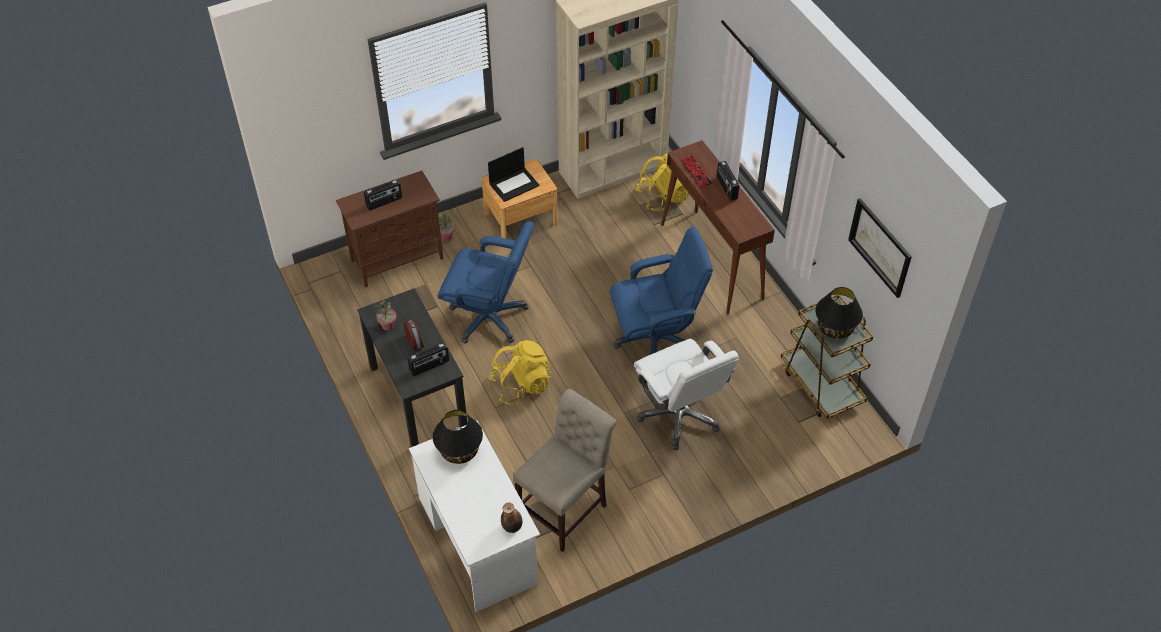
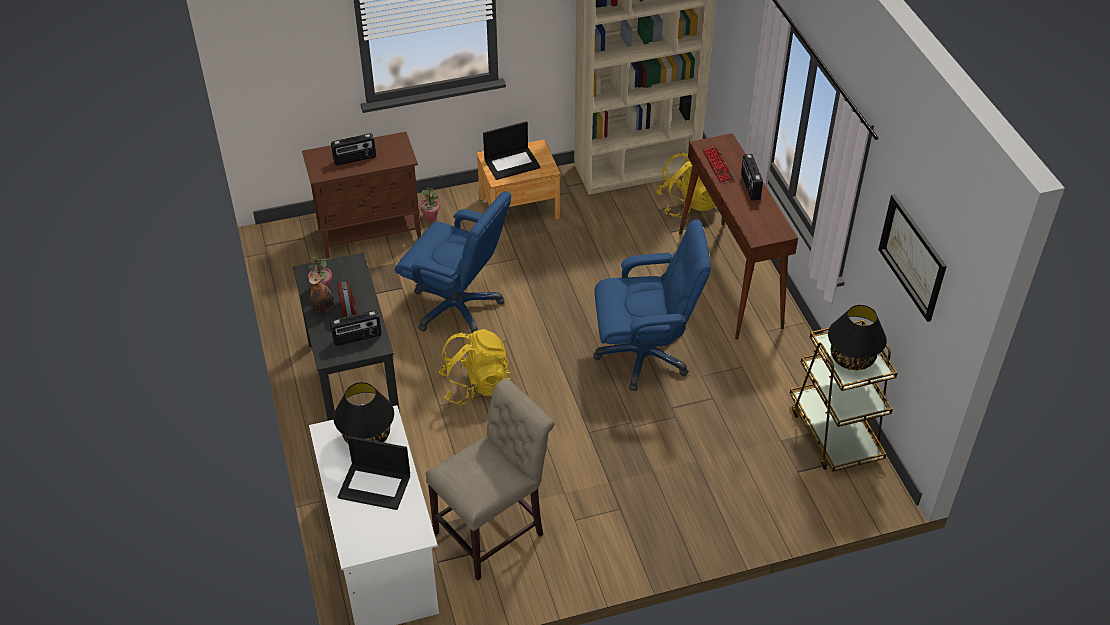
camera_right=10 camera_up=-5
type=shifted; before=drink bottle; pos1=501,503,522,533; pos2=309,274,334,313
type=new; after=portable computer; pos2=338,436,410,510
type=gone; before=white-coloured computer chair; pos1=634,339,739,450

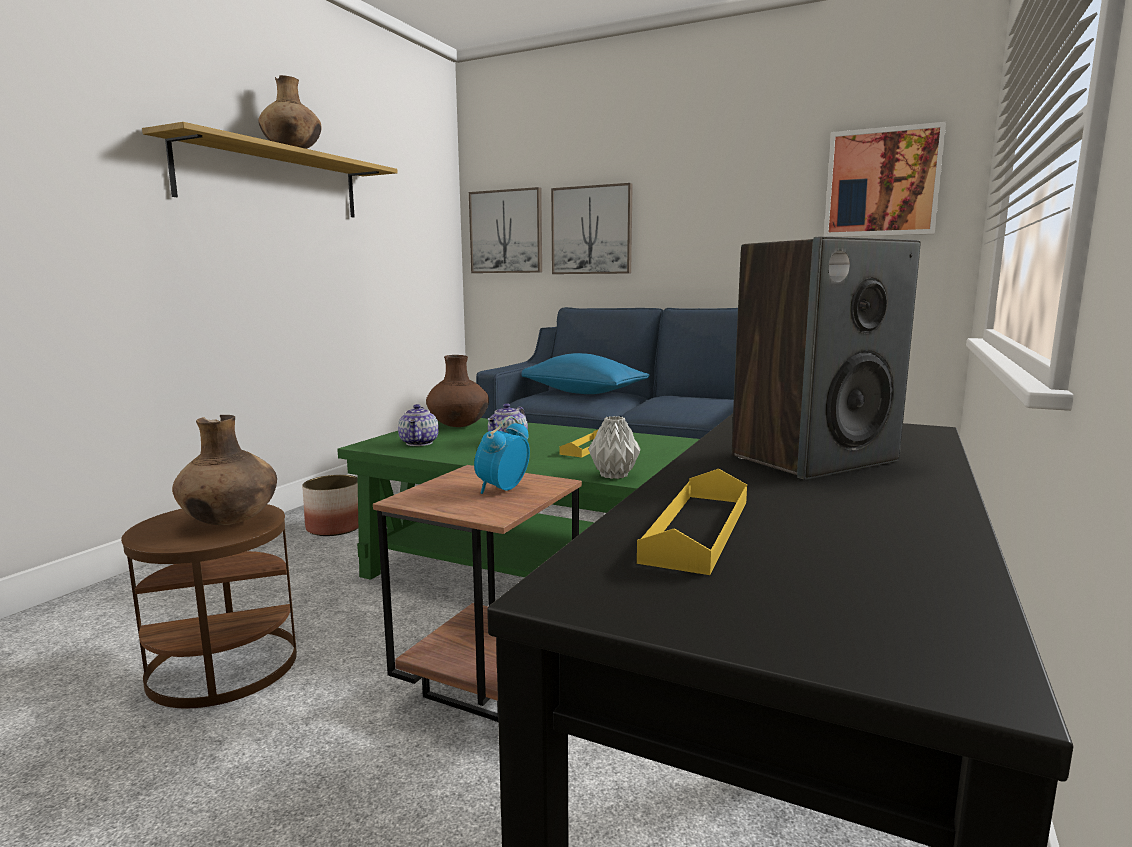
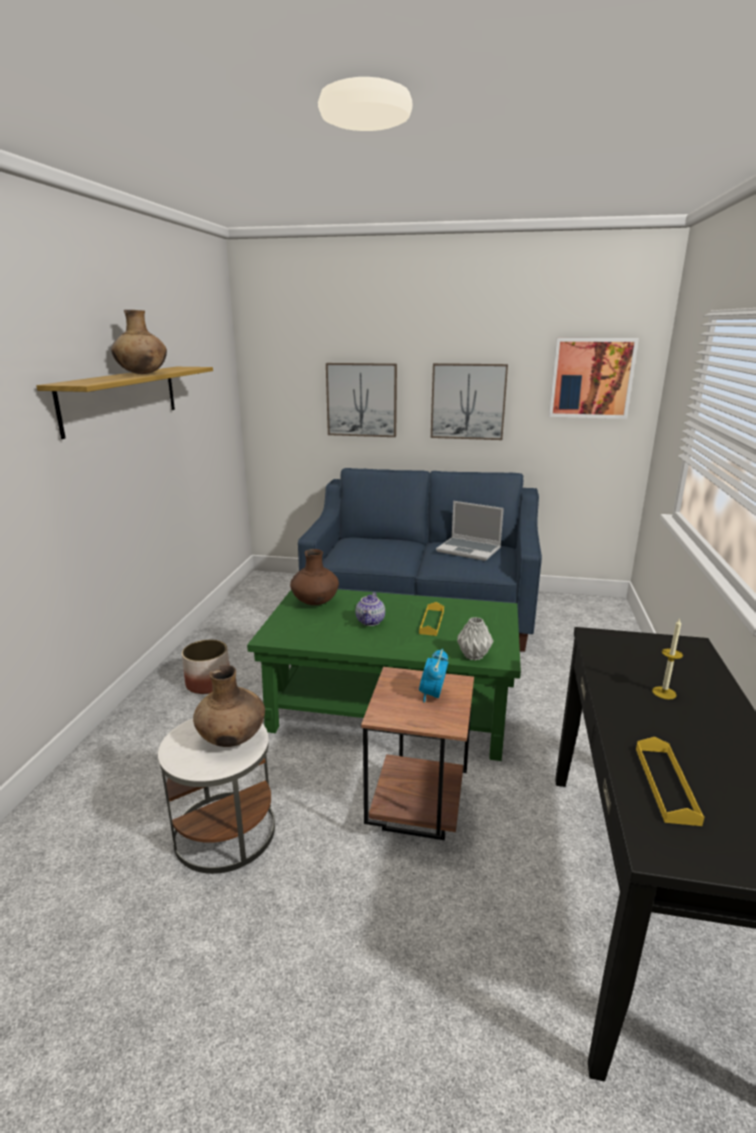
camera_right=-15 camera_up=10
type=repainted; before=brown side table; after=white-coloured side table; pos1=121,504,297,708; pos2=158,718,275,874
type=shifted; before=wall art; pos1=469,187,542,273; pos2=431,363,508,440
type=new; after=portable computer; pos2=436,501,504,561
type=swapped; before=speaker; after=wax light; pos1=731,236,920,480; pos2=652,618,683,700
type=gone; before=teapot; pos1=398,404,439,446
type=gone; before=bluish pillow; pos1=522,353,650,394

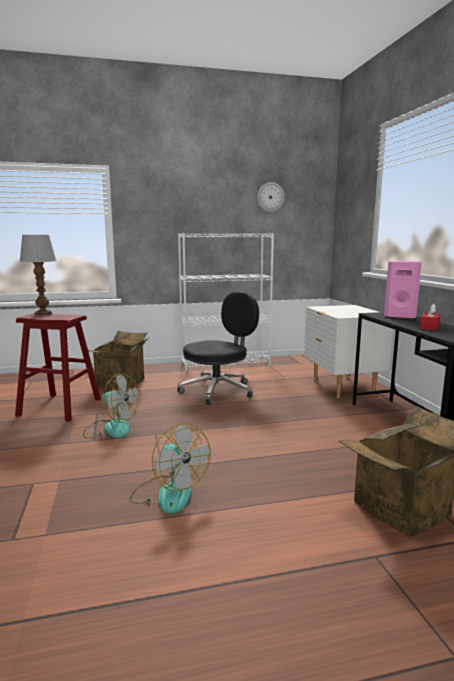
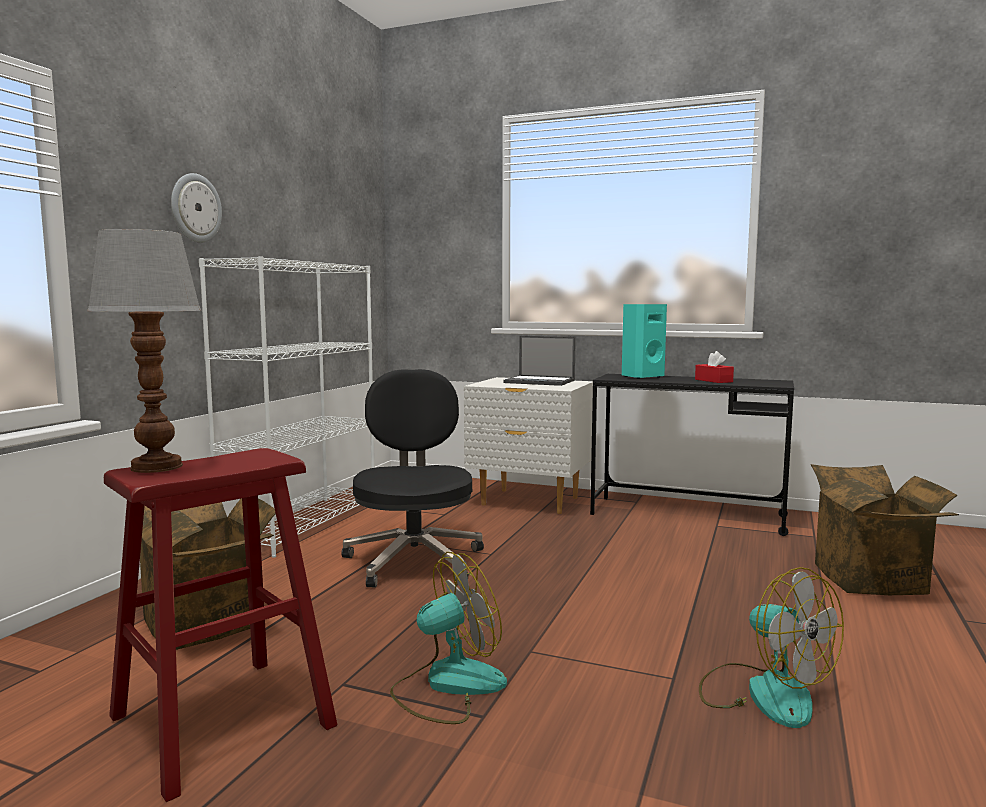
camera_right=-55 camera_up=-5
type=shifted; before=clock on the wall; pos1=257,182,285,212; pos2=171,173,222,243
type=new; after=portable computer; pos2=504,336,576,386
type=repainted; before=pinkish speaker; after=turquoise-coloured speaker; pos1=384,261,422,319; pos2=622,304,667,379
type=rotated; before=cooling fan; pos1=129,423,211,514; pos2=699,567,844,728; turn=60

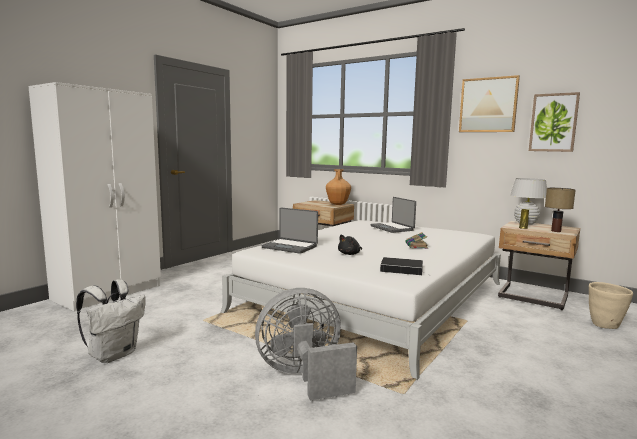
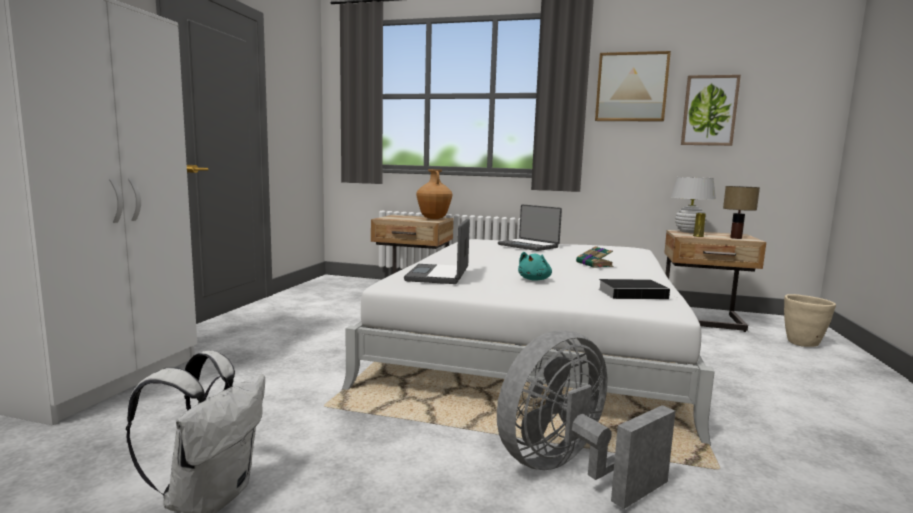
camera_right=-20 camera_up=0
type=rotated; before=portable computer; pos1=261,208,318,254; pos2=404,219,470,284; turn=90
type=repainted; before=black-coloured plush toy; after=turquoise-coloured plush toy; pos1=338,235,362,255; pos2=518,252,552,281

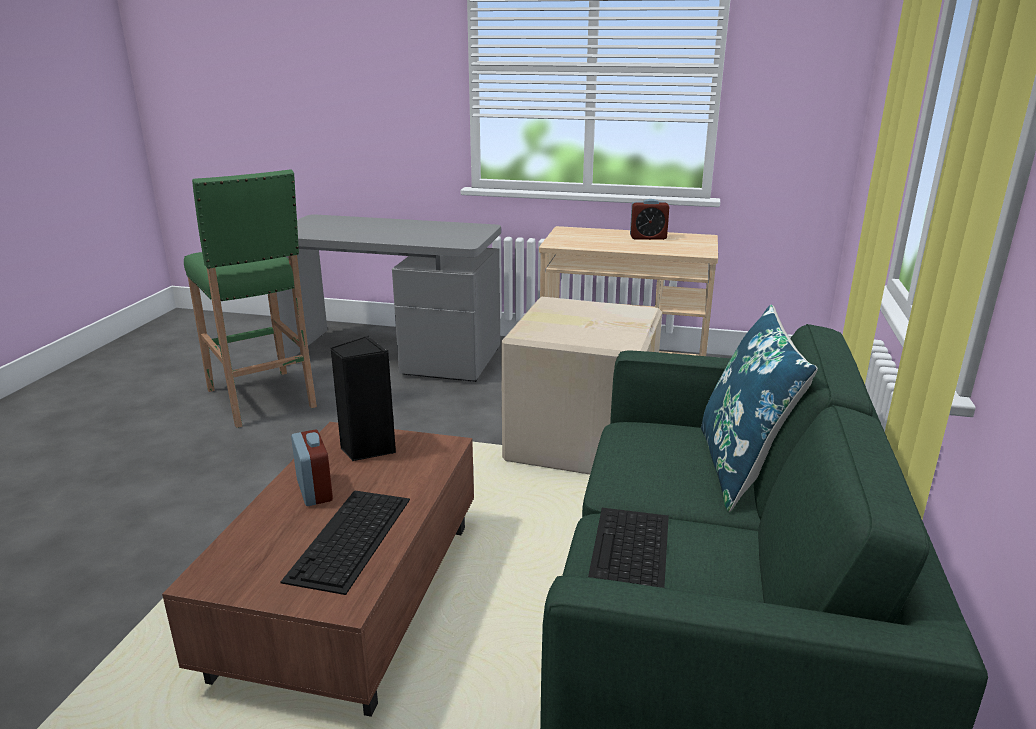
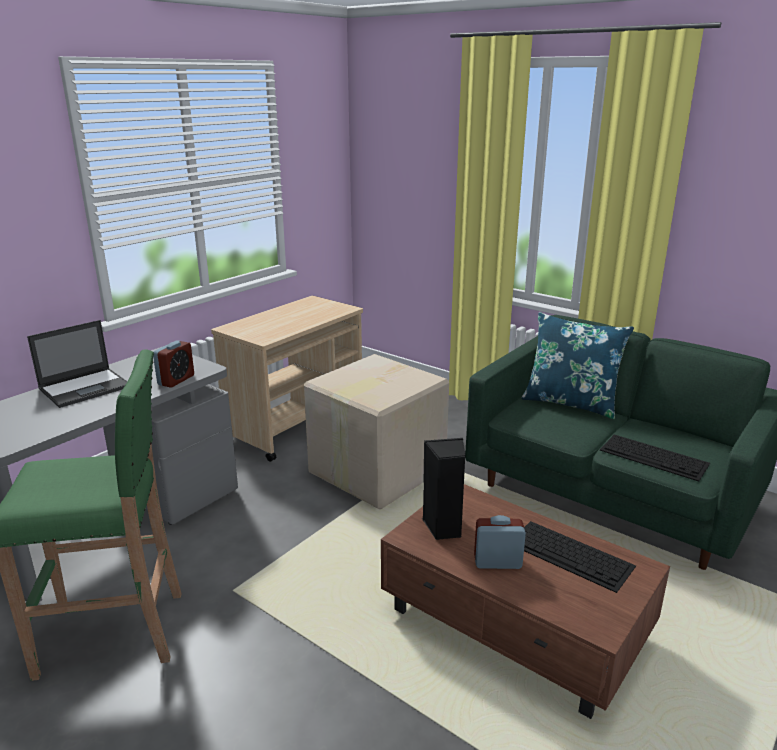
camera_right=-65 camera_up=0
type=new; after=portable computer; pos2=27,320,127,408
type=shifted; before=table clock; pos1=630,199,669,240; pos2=153,340,194,387

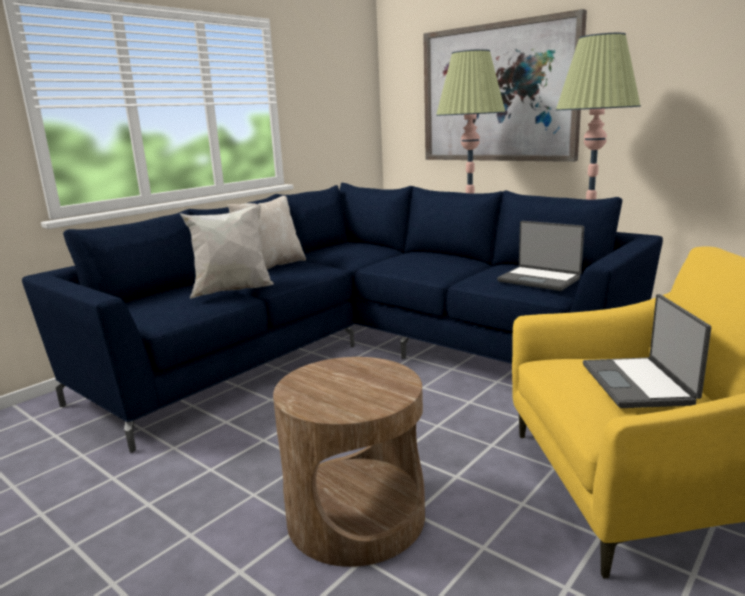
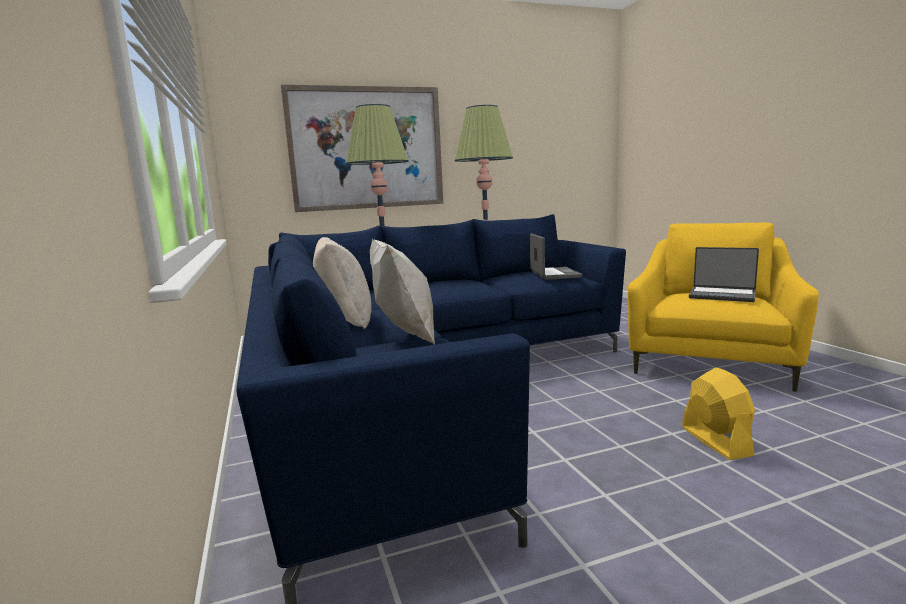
camera_right=-60 camera_up=-5
type=rotated; before=portable computer; pos1=497,221,584,291; pos2=530,233,582,280; turn=-75
type=swapped; before=brown side table; after=yellow-coloured cooling fan; pos1=273,357,425,567; pos2=682,367,755,460

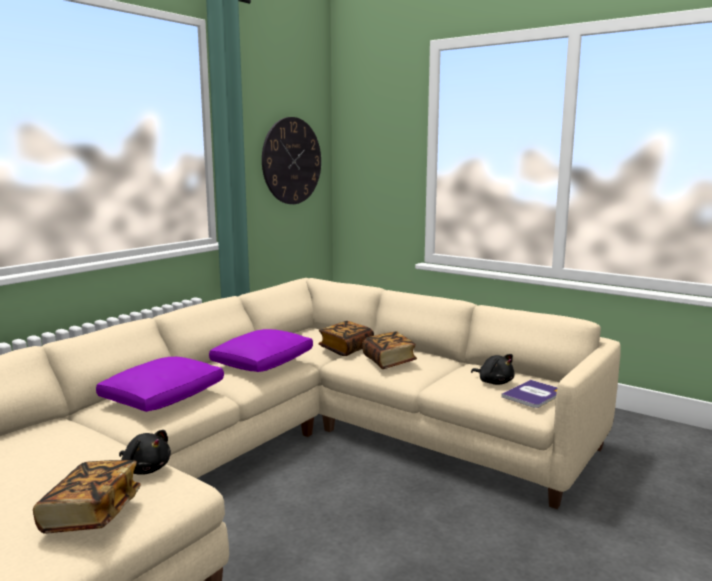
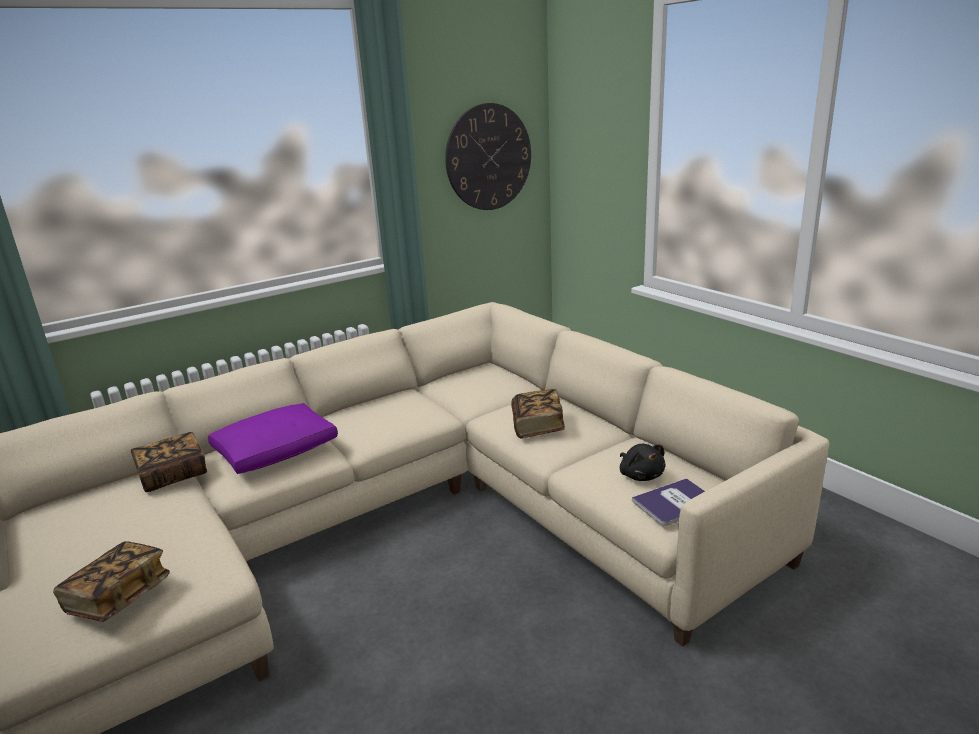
camera_right=20 camera_up=10
type=shifted; before=book; pos1=318,321,374,356; pos2=131,432,207,492
type=gone; before=black-coloured plush toy; pos1=119,430,171,475
type=gone; before=purple-coloured pillow; pos1=209,329,313,372

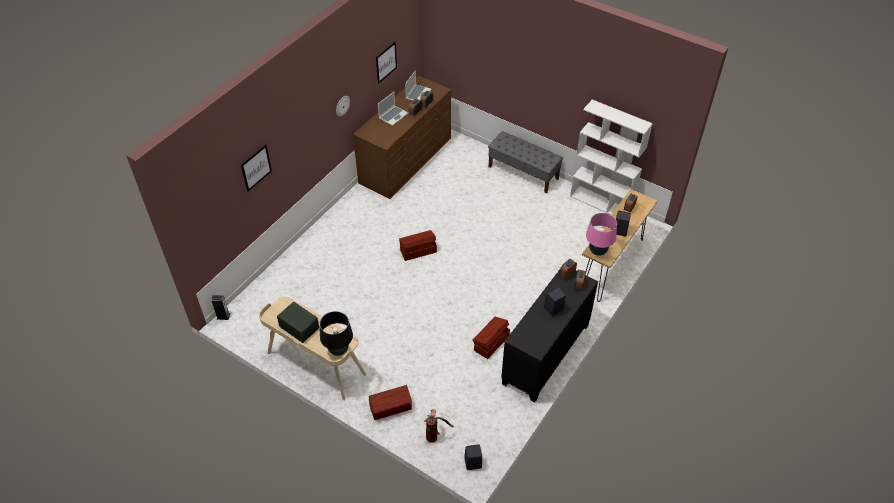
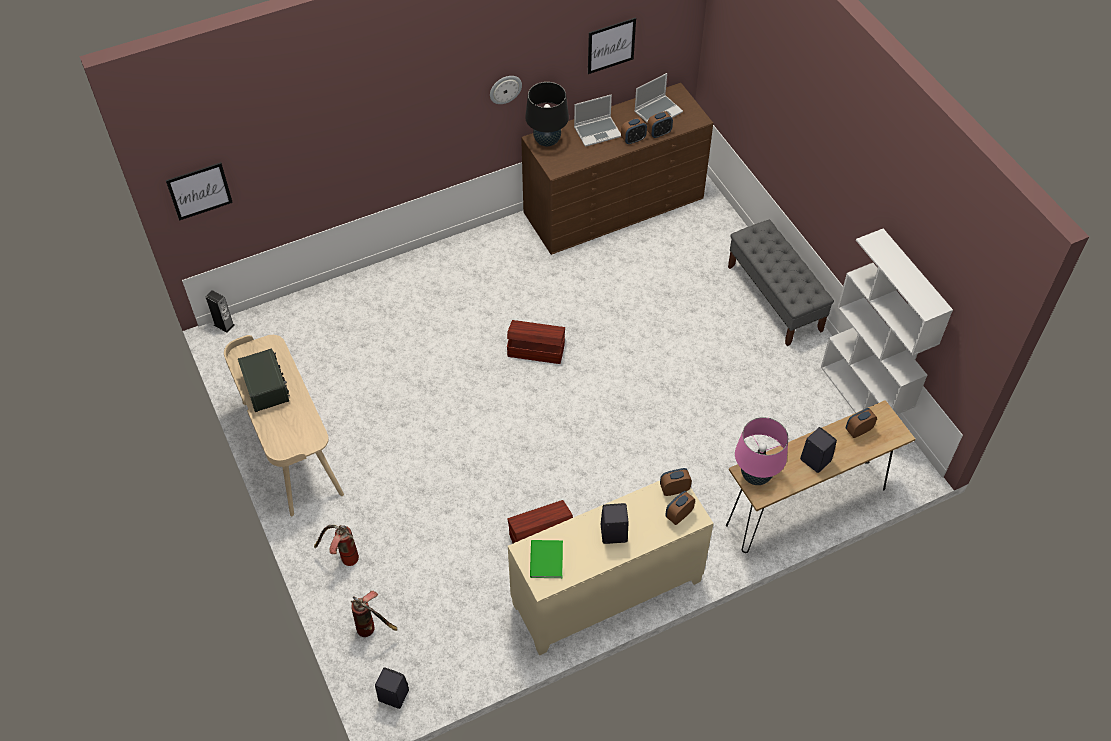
camera_right=30 camera_up=5
type=shifted; before=wall art; pos1=241,145,272,192; pos2=166,162,233,221
type=swapped; before=brown storage bin; after=fire-fighting cylinder; pos1=369,385,412,420; pos2=314,525,359,566
type=repainted; before=black-coloured storage cabinet; after=beige-coloured storage cabinet; pos1=501,270,598,402; pos2=508,481,714,656
type=shifted; before=black-coloured lamp for a table; pos1=320,311,353,356; pos2=525,82,569,146
type=new; after=green book; pos2=530,540,563,578

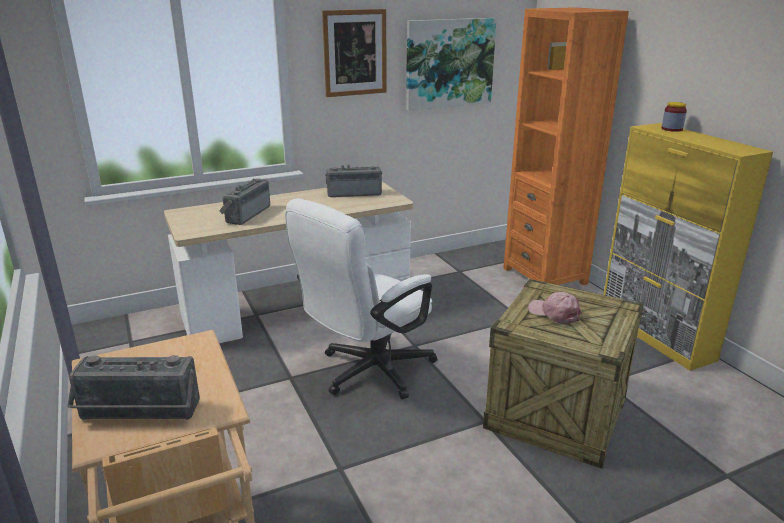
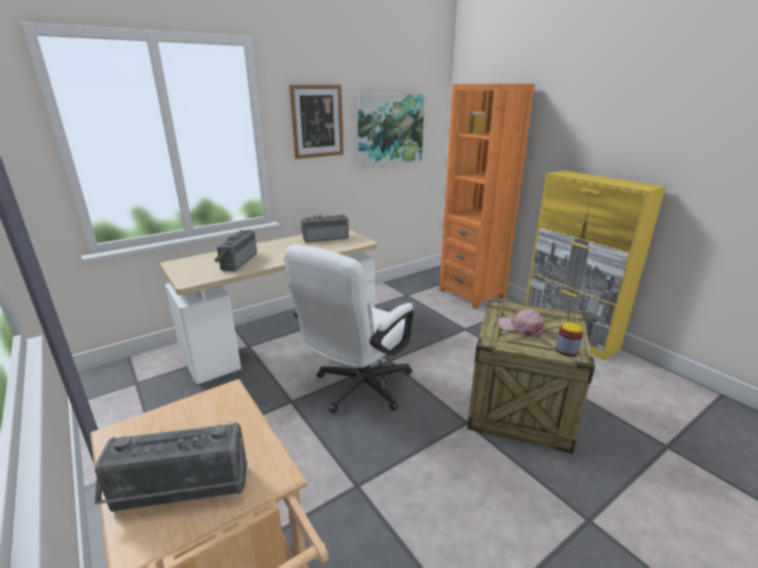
camera_right=-10 camera_up=0
type=shifted; before=preserve jar; pos1=662,102,687,132; pos2=556,322,583,357

